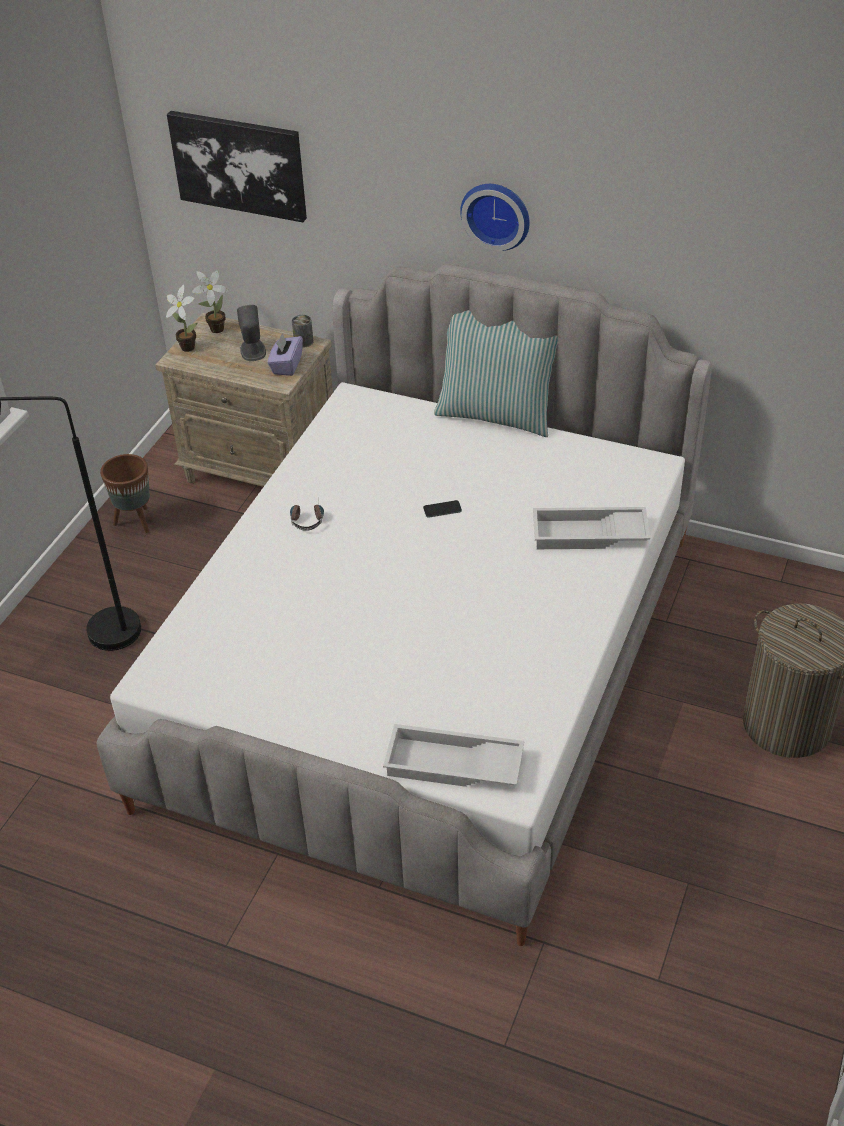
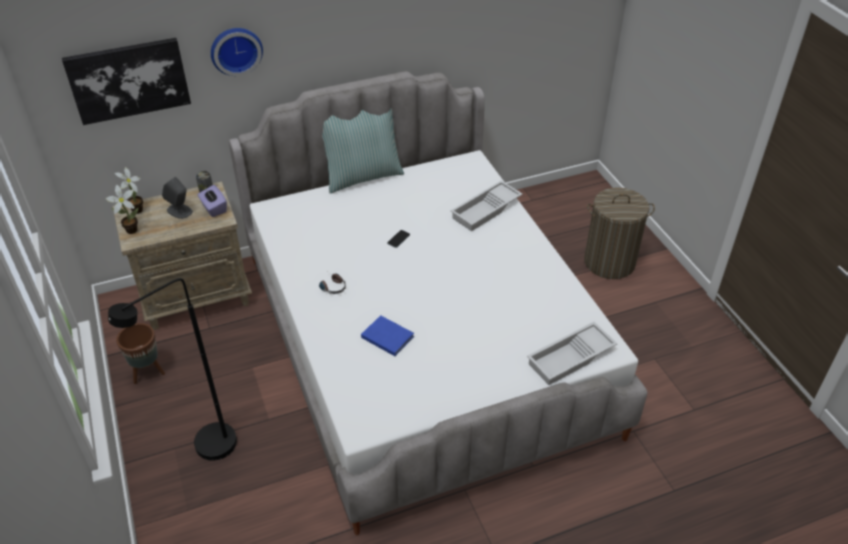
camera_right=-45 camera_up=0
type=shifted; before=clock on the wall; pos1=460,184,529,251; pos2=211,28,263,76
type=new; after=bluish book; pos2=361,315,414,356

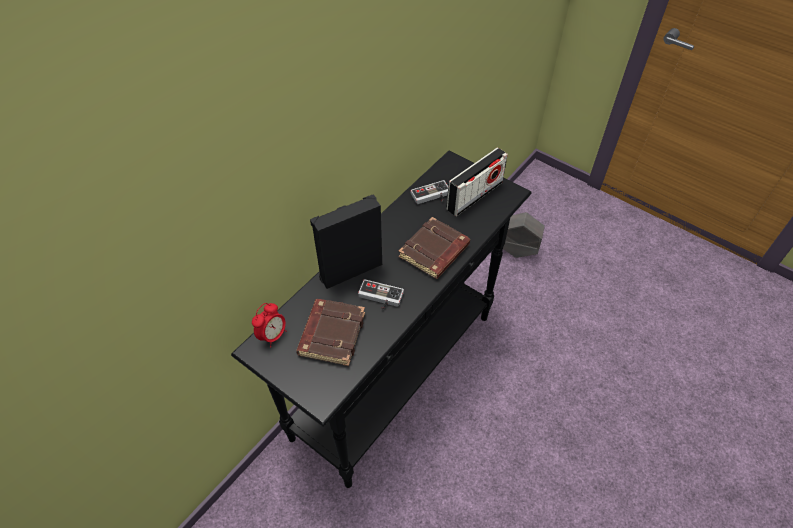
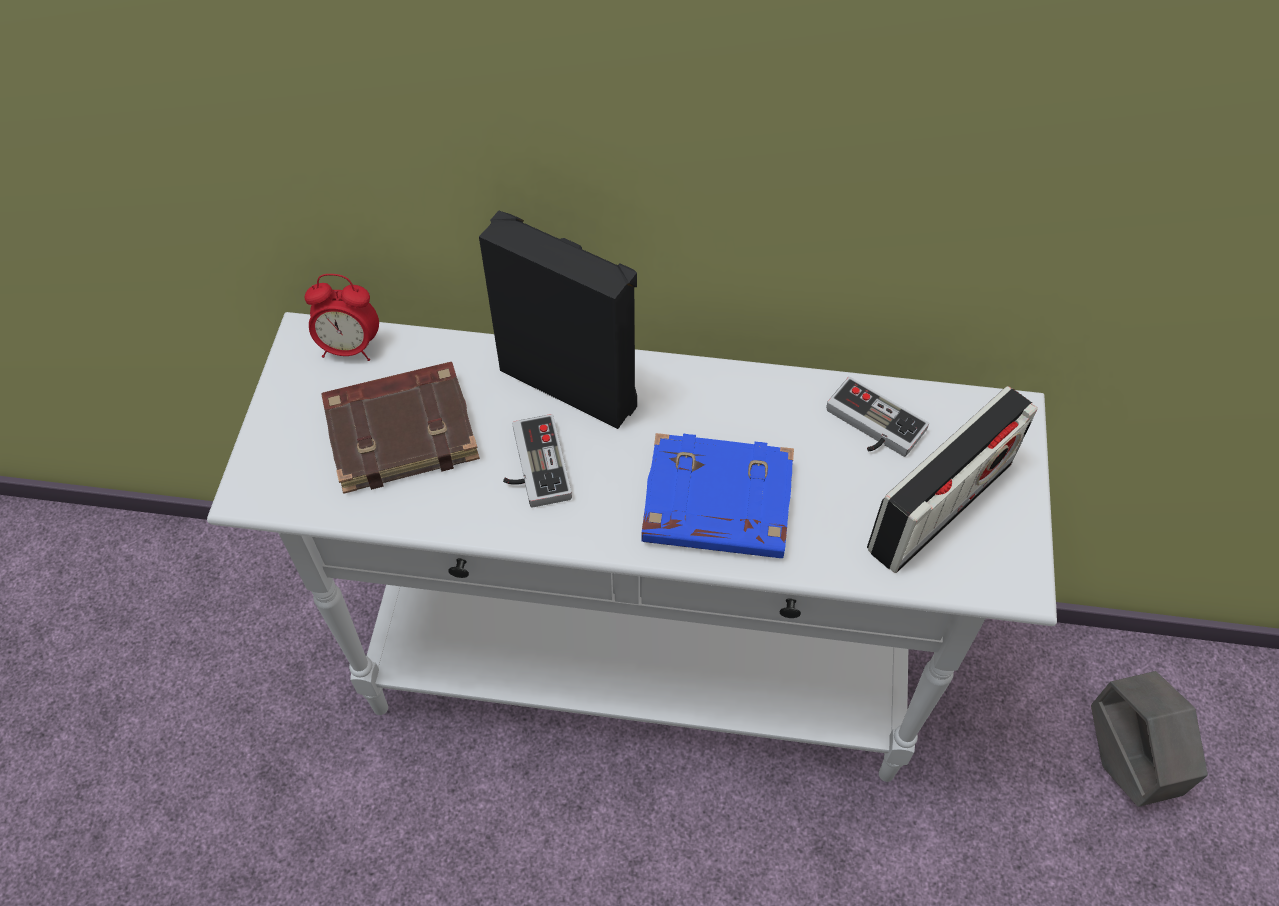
camera_right=60 camera_up=5
type=repainted; before=black-coloured narrow table; after=white-coloured narrow table; pos1=231,150,532,488; pos2=207,312,1057,782
type=repainted; before=brown book; after=bluish book; pos1=398,217,470,279; pos2=641,433,794,558
type=rotated; before=radio; pos1=446,148,508,216; pos2=867,386,1037,573; turn=-60

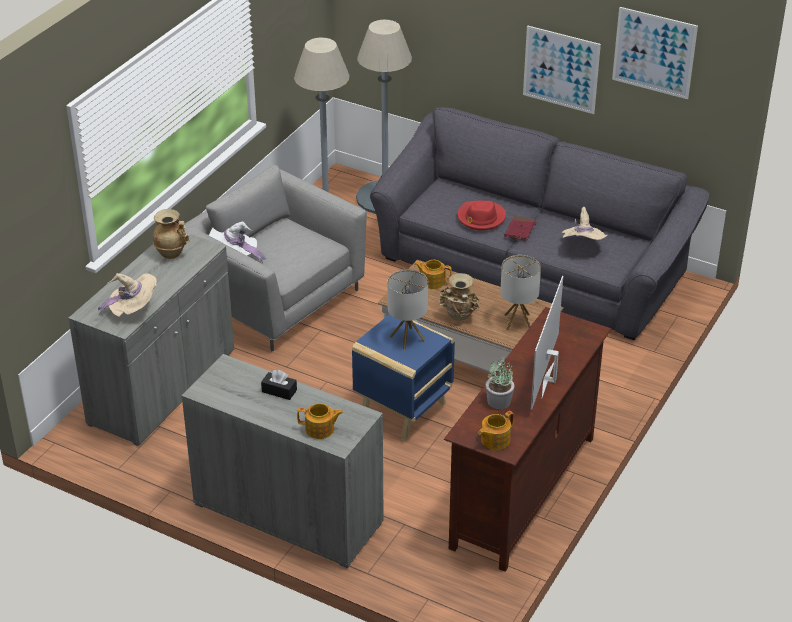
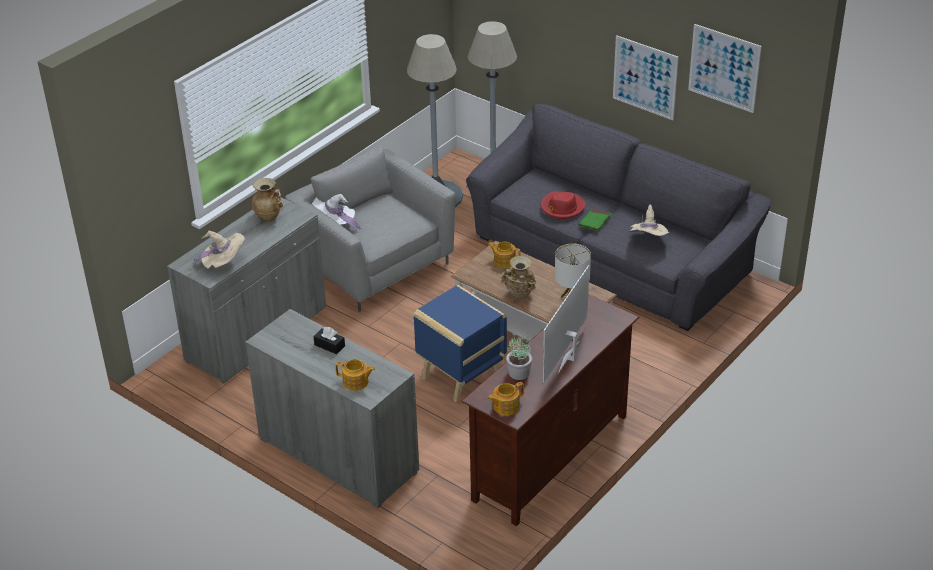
camera_right=10 camera_up=0
type=repainted; before=reddish book; after=green book; pos1=504,216,536,241; pos2=579,208,612,231
type=gone; before=lamp for a table; pos1=387,269,428,350

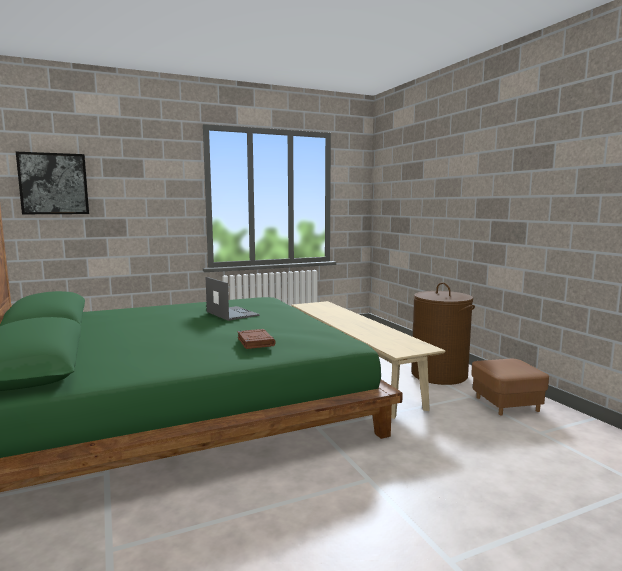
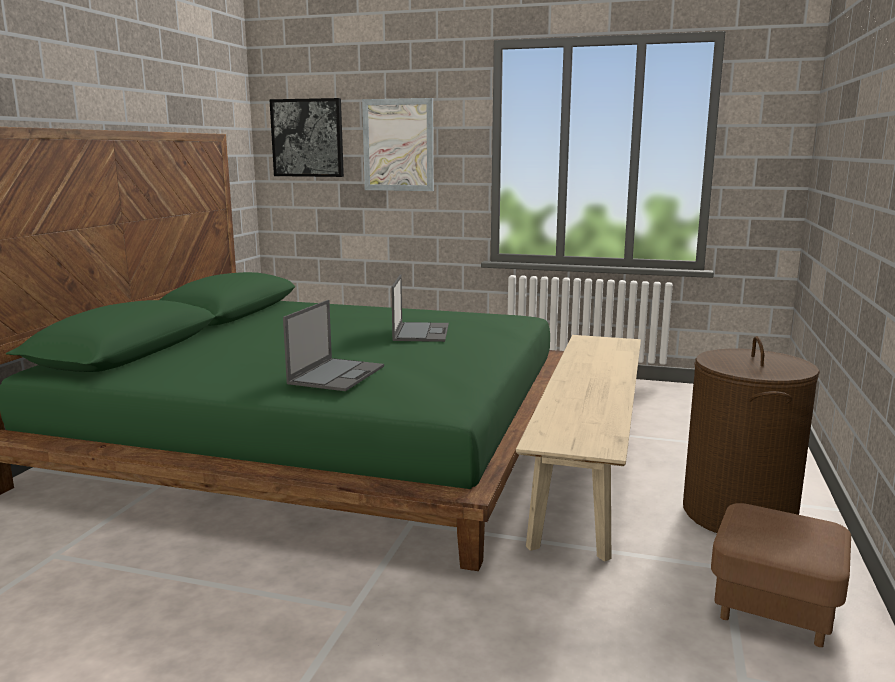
camera_right=40 camera_up=5
type=swapped; before=brown book; after=portable computer; pos1=238,329,276,349; pos2=283,300,384,391
type=new; after=wall art; pos2=362,98,434,191

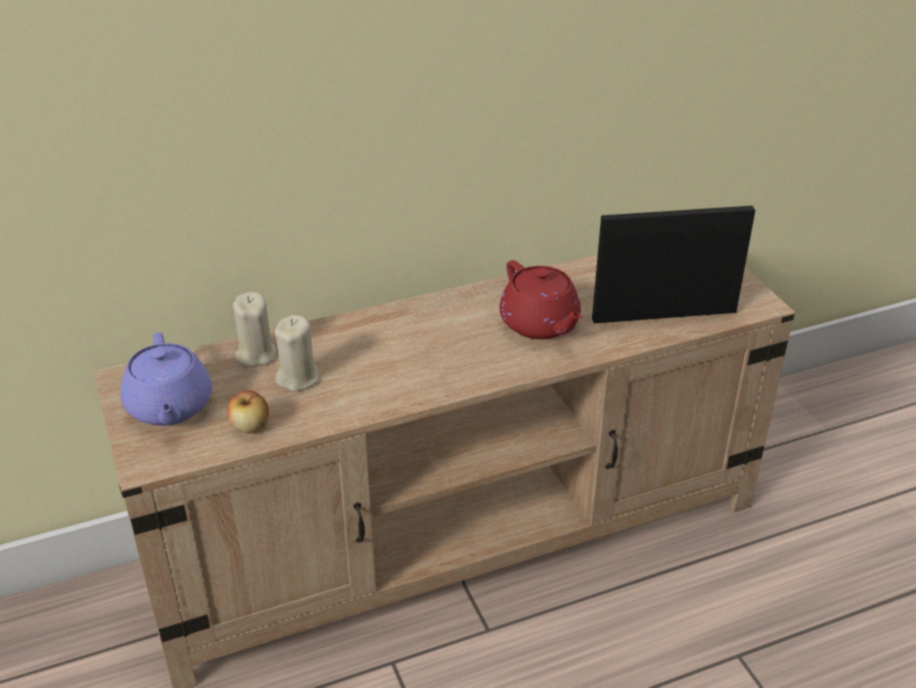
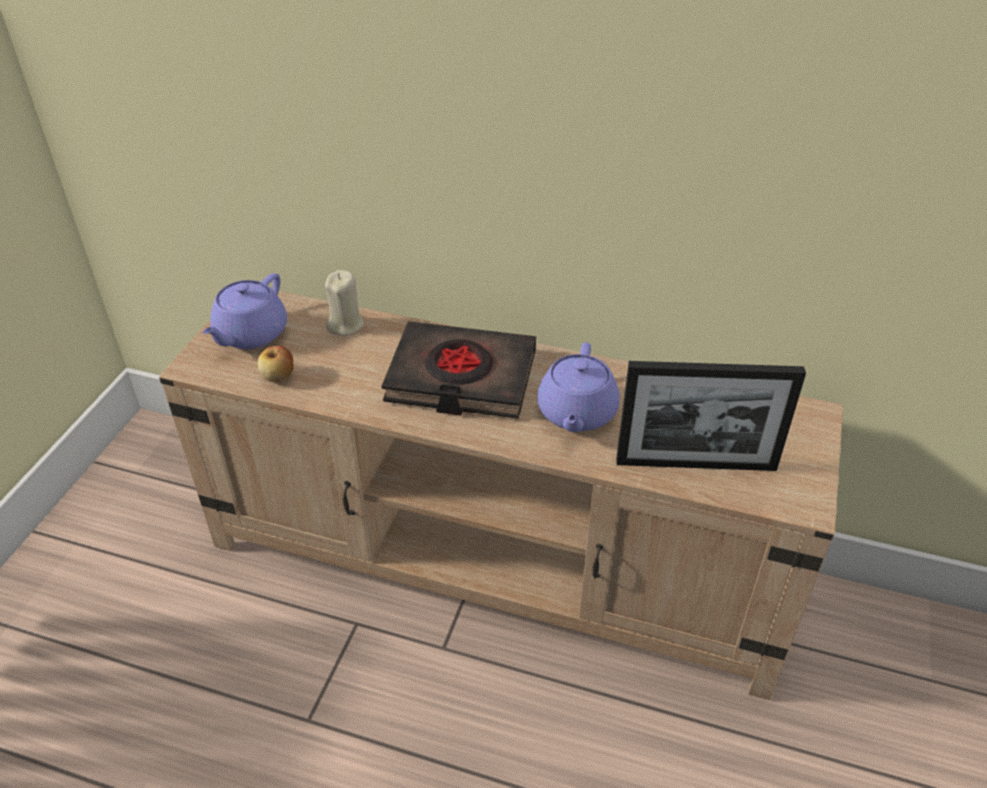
camera_right=40 camera_up=5
type=new; after=black-coloured book; pos2=382,321,536,419
type=repainted; before=reddish teapot; after=purple-coloured teapot; pos1=500,260,582,340; pos2=537,342,620,432
type=rotated; before=standing frame; pos1=592,206,755,323; pos2=616,361,806,471; turn=150
type=gone; before=beige-coloured wax light; pos1=275,315,319,392

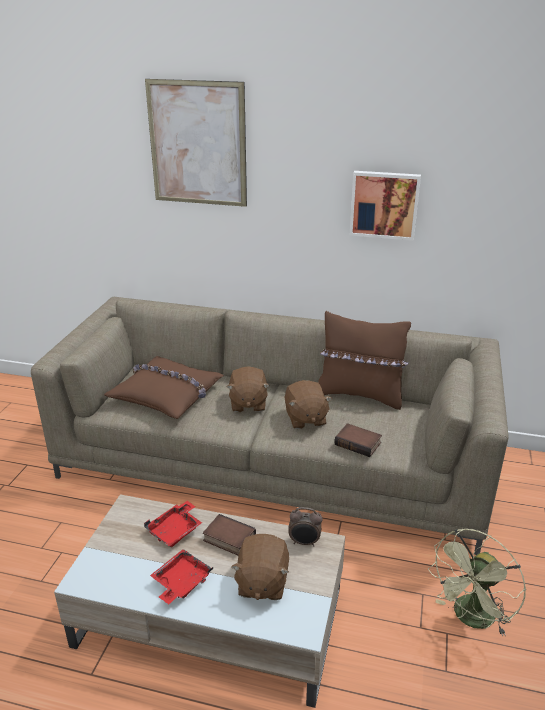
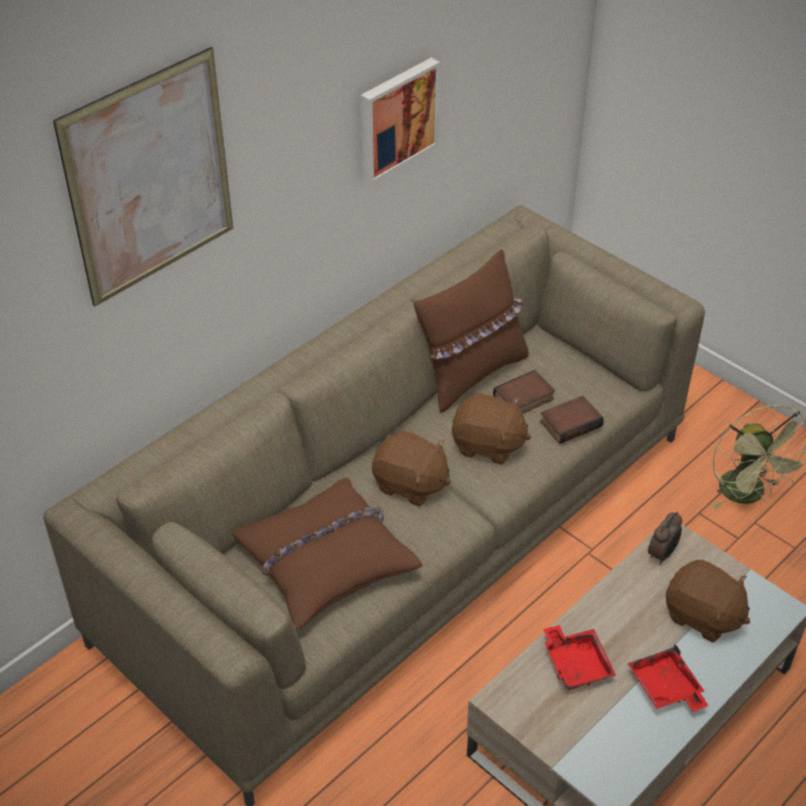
camera_right=-60 camera_up=15
type=shifted; before=book; pos1=203,514,256,555; pos2=493,370,555,413

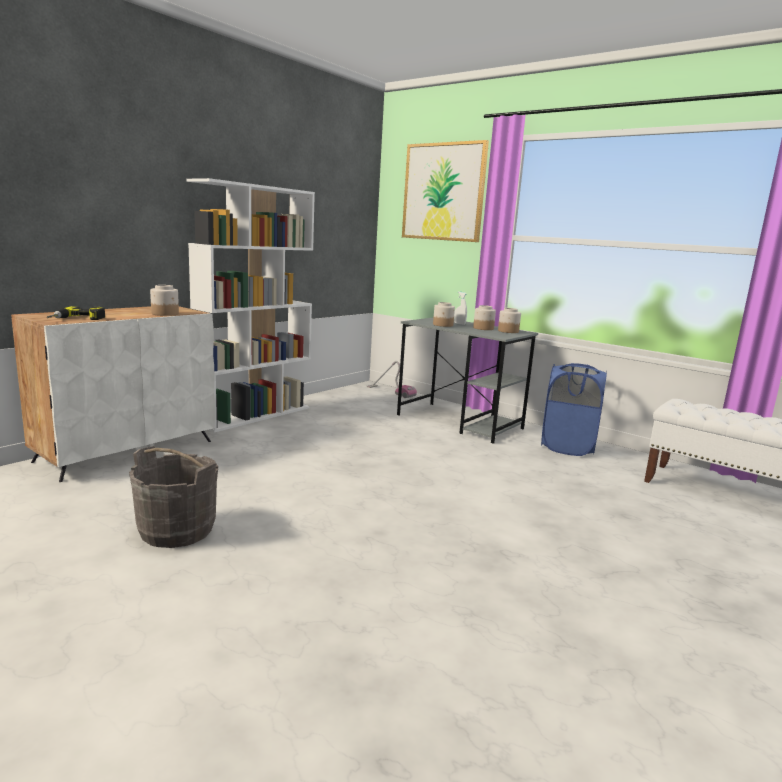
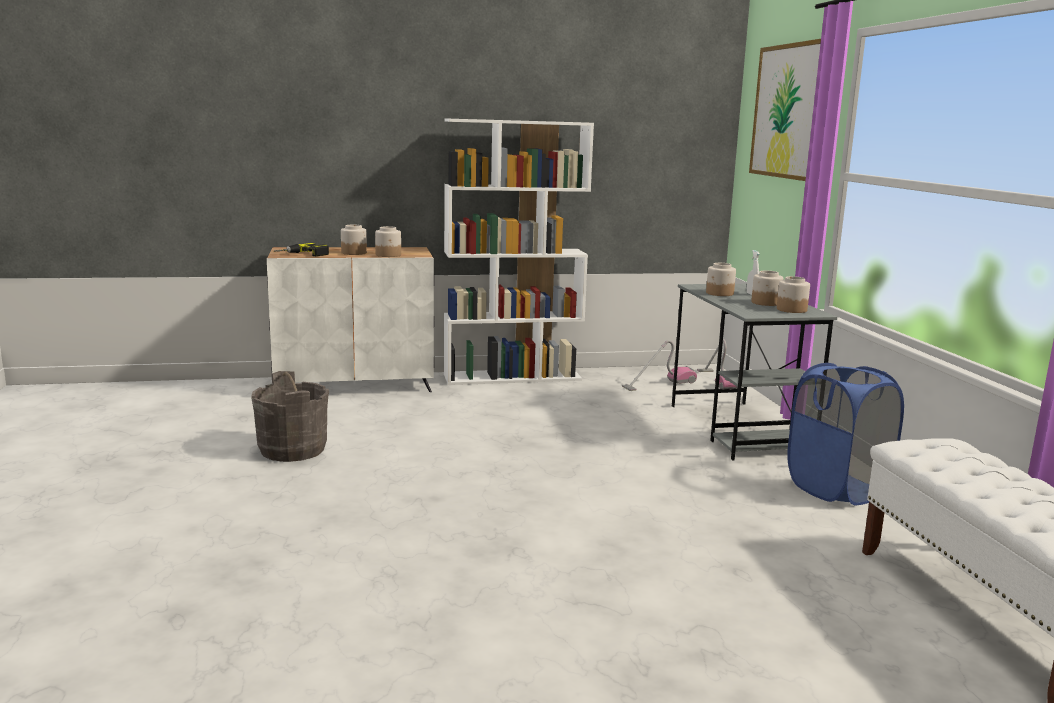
camera_right=40 camera_up=0
type=new; after=preserve jar; pos2=341,225,367,255
type=new; after=vacuum; pos2=622,340,697,391

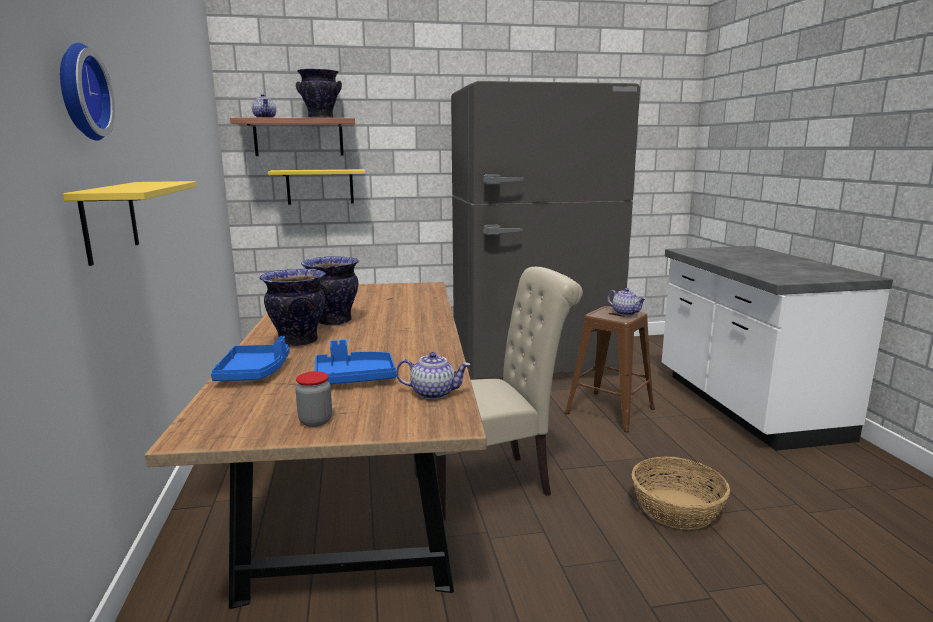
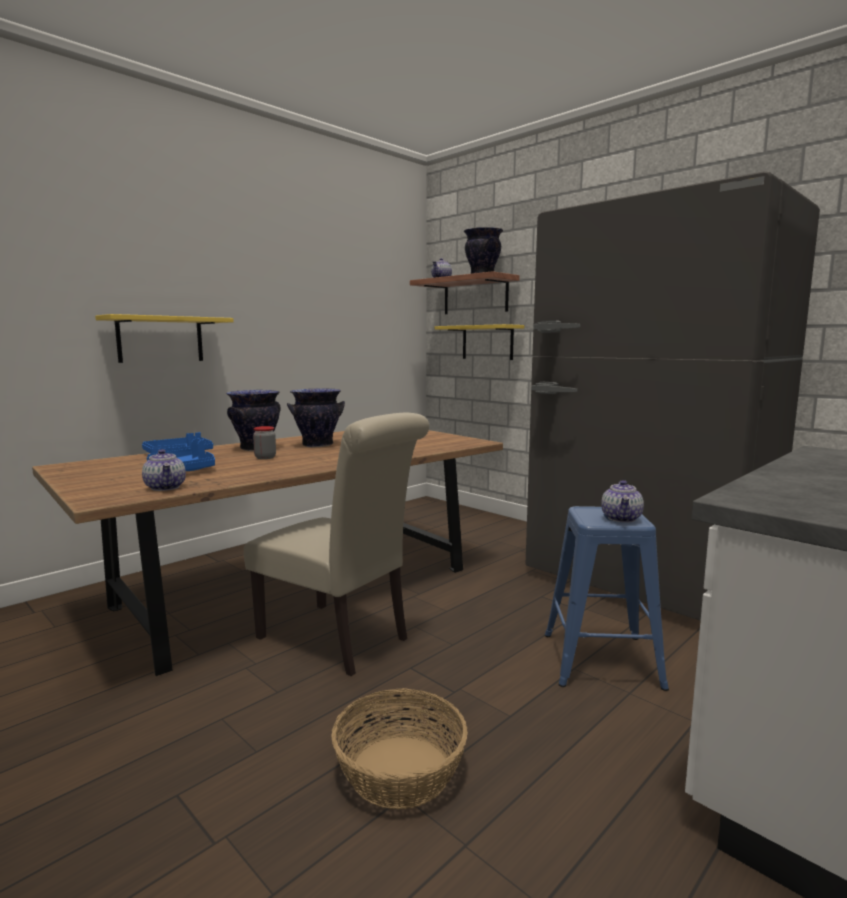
camera_right=55 camera_up=-5
type=shifted; before=preserve jar; pos1=296,371,332,427; pos2=253,426,276,459
type=repainted; before=brown sitting stool; after=bluish sitting stool; pos1=564,306,655,432; pos2=544,506,669,691
type=gone; before=clock on the wall; pos1=60,43,115,141

